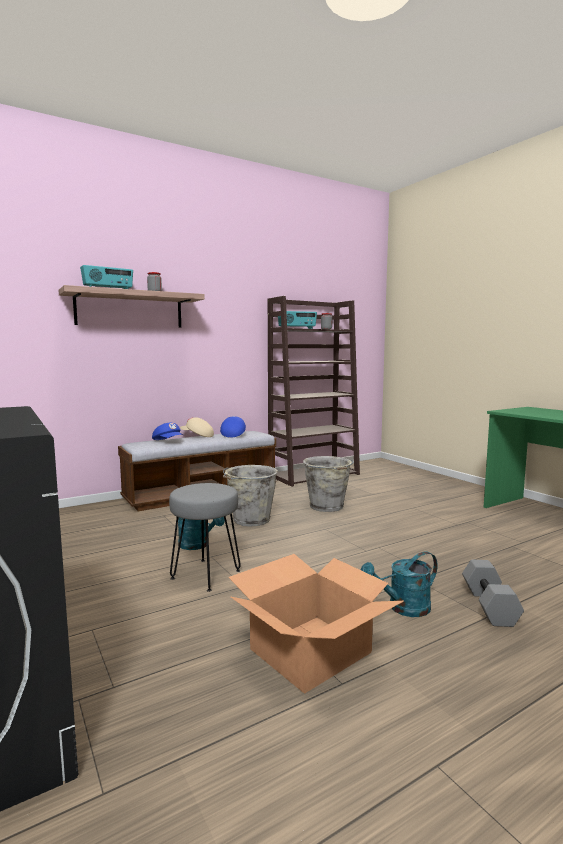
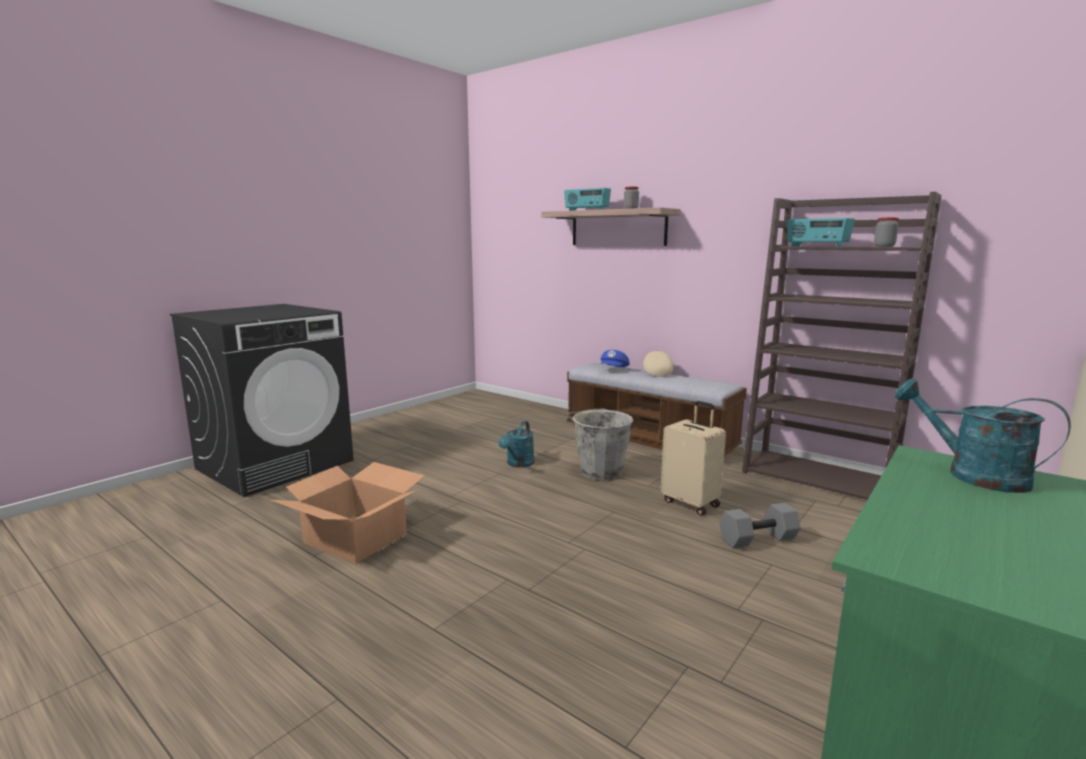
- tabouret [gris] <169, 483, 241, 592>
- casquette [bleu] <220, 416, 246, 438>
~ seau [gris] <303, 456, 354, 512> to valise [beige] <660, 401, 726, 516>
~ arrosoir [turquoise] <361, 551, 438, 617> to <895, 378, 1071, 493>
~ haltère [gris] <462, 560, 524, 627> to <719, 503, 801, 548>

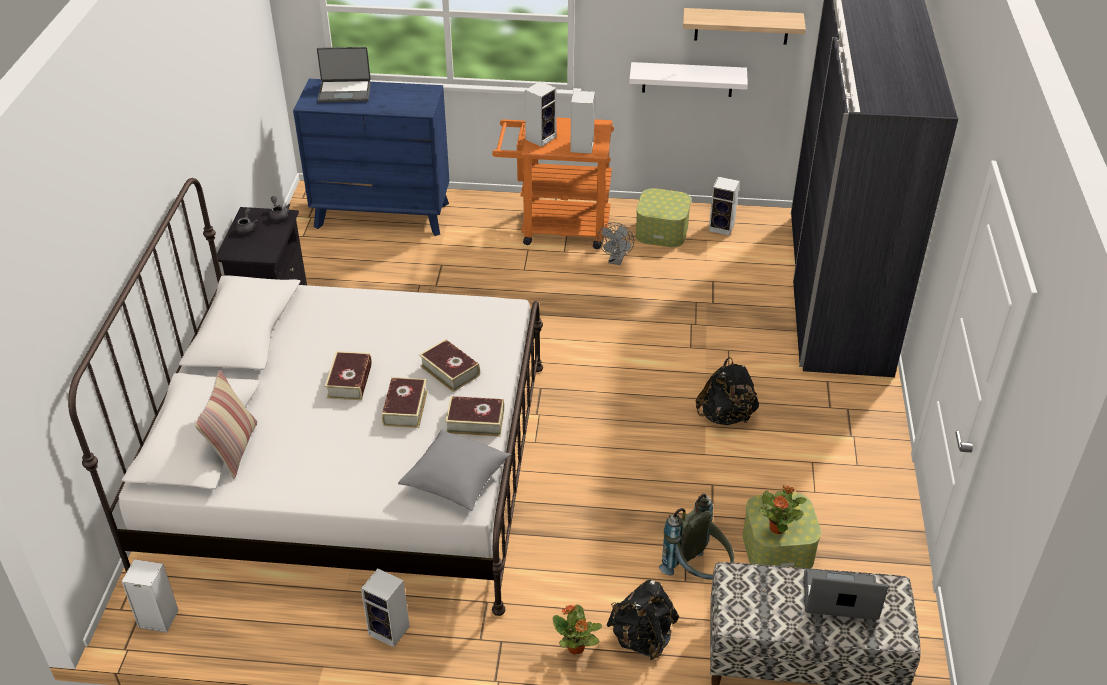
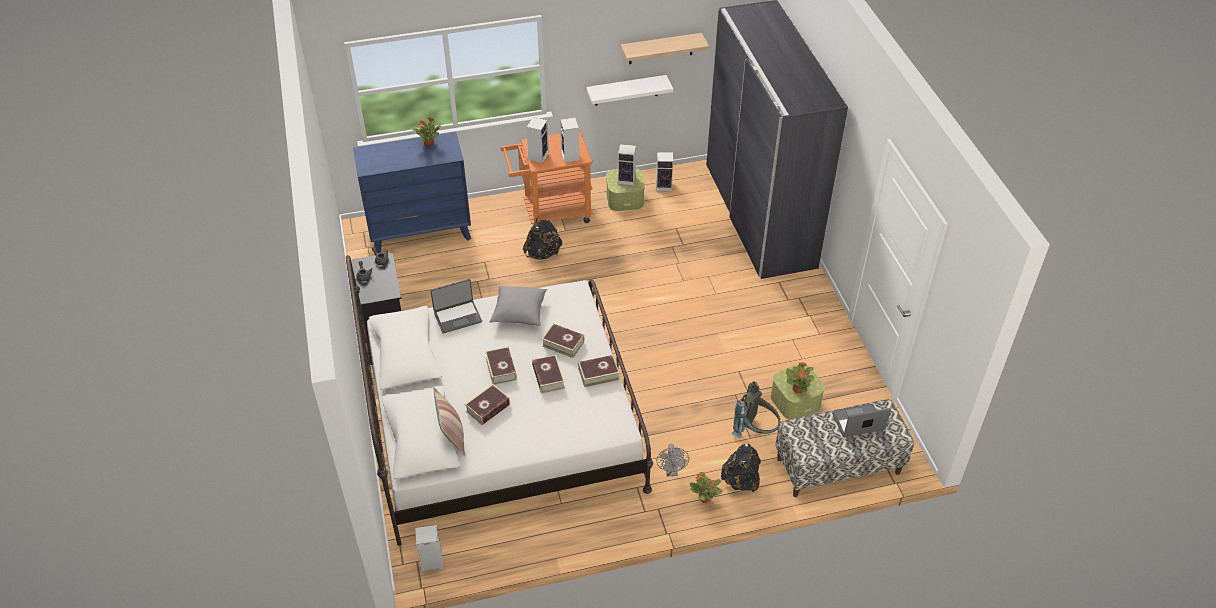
~ ordinateur portable <317, 47, 371, 102> to <430, 279, 482, 334>
~ enceinte <361, 568, 410, 647> to <618, 144, 636, 186>
~ coussin [gris] <398, 430, 511, 511> to <490, 286, 547, 326>
~ ventilateur [gris] <597, 223, 634, 265> to <657, 444, 689, 476>
~ sac à dos [noir] <695, 357, 759, 425> to <523, 217, 562, 260>
+ plante en pot <412, 117, 442, 146>
+ livre <465, 384, 510, 425>

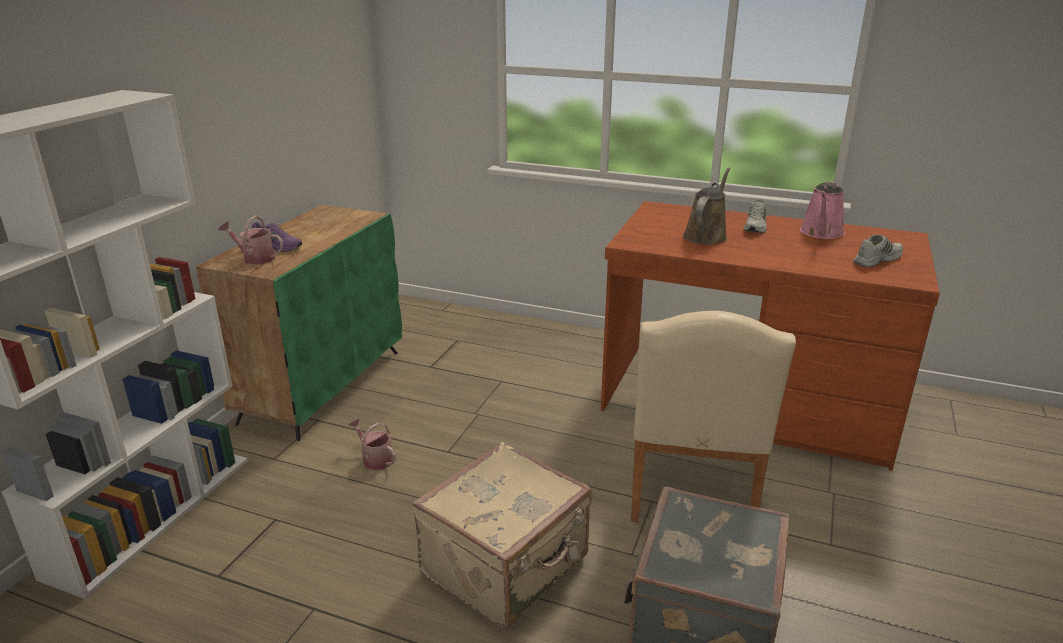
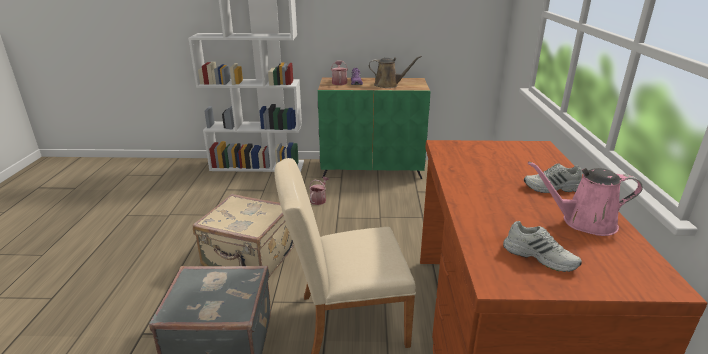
~ arrosoir [marron] <683, 168, 730, 245> to <369, 56, 422, 88>

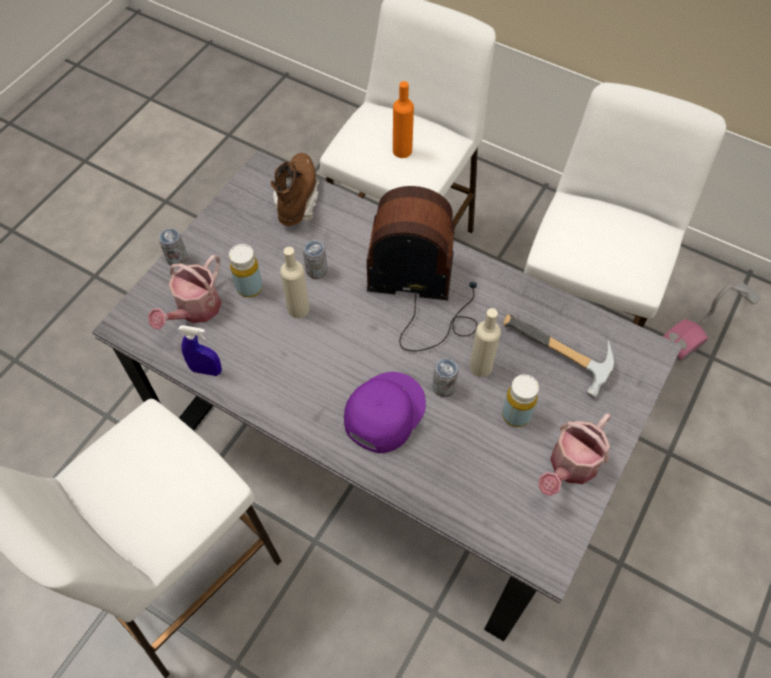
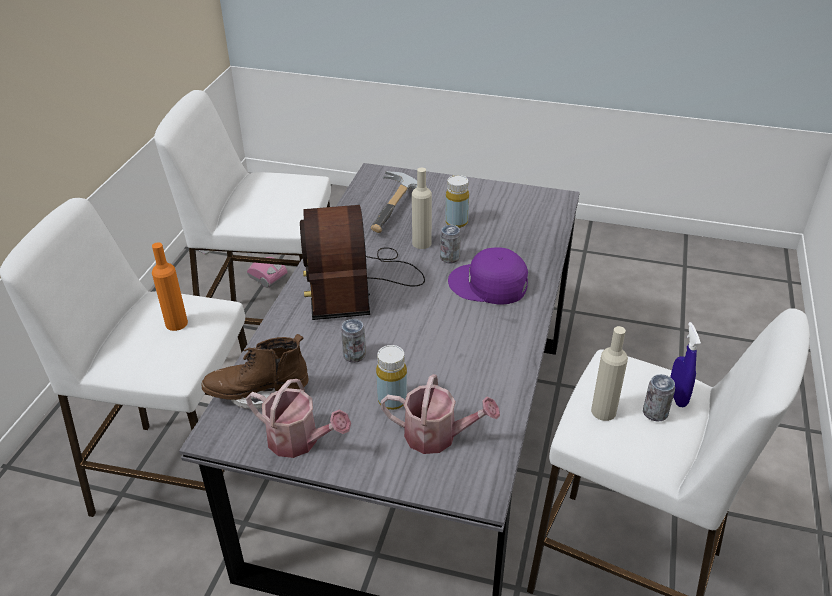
~ boîte métallique <159, 228, 188, 265> to <643, 374, 675, 422>
~ vaporisateur [bleu] <178, 325, 222, 376> to <670, 322, 701, 407>
~ bouteille [beige] <280, 247, 310, 318> to <591, 326, 628, 421>
~ arrosoir <538, 413, 611, 496> to <246, 379, 351, 458>

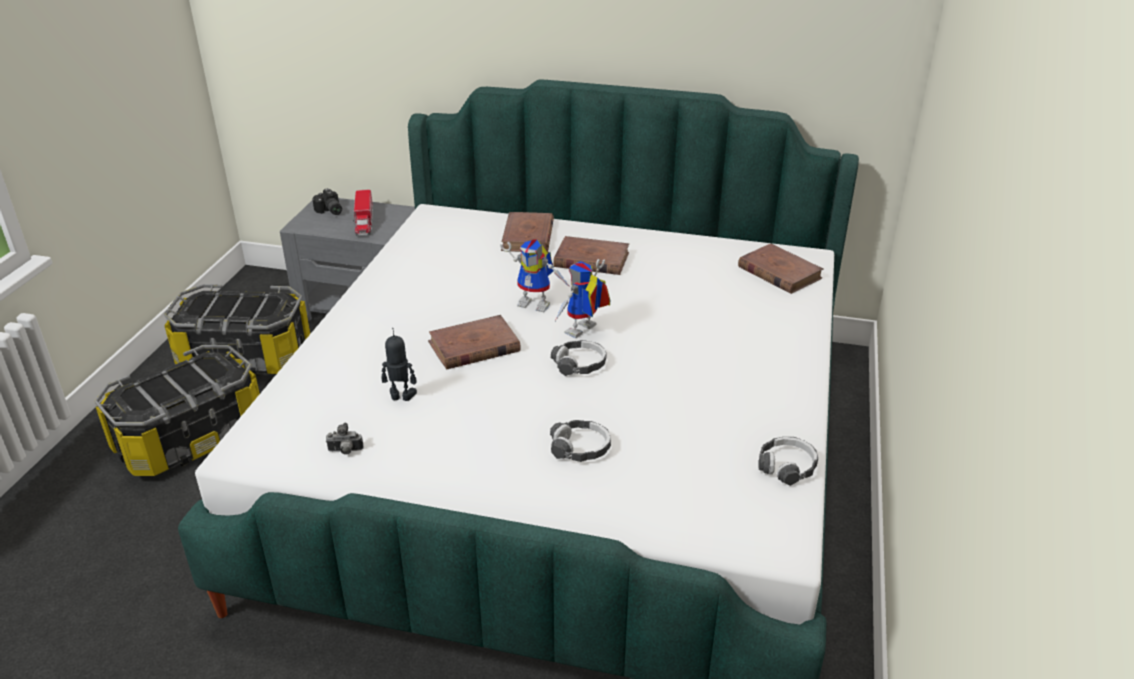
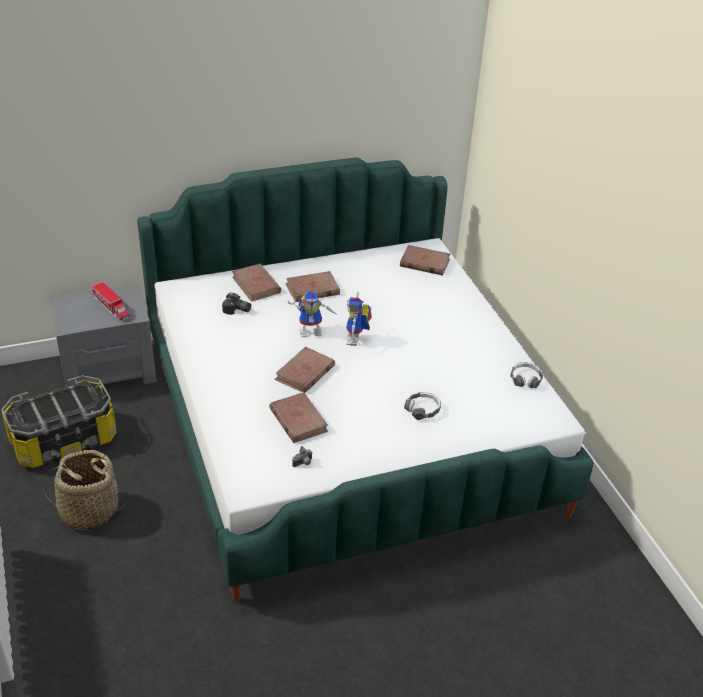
~ boîte de rangement <95, 345, 260, 476> to panier <43, 450, 125, 530>
~ appareil photo <312, 188, 342, 215> to <222, 292, 251, 315>
~ robot jouet <382, 328, 417, 401> to livre [marron] <269, 392, 328, 443>
- casque audio <551, 340, 606, 376>

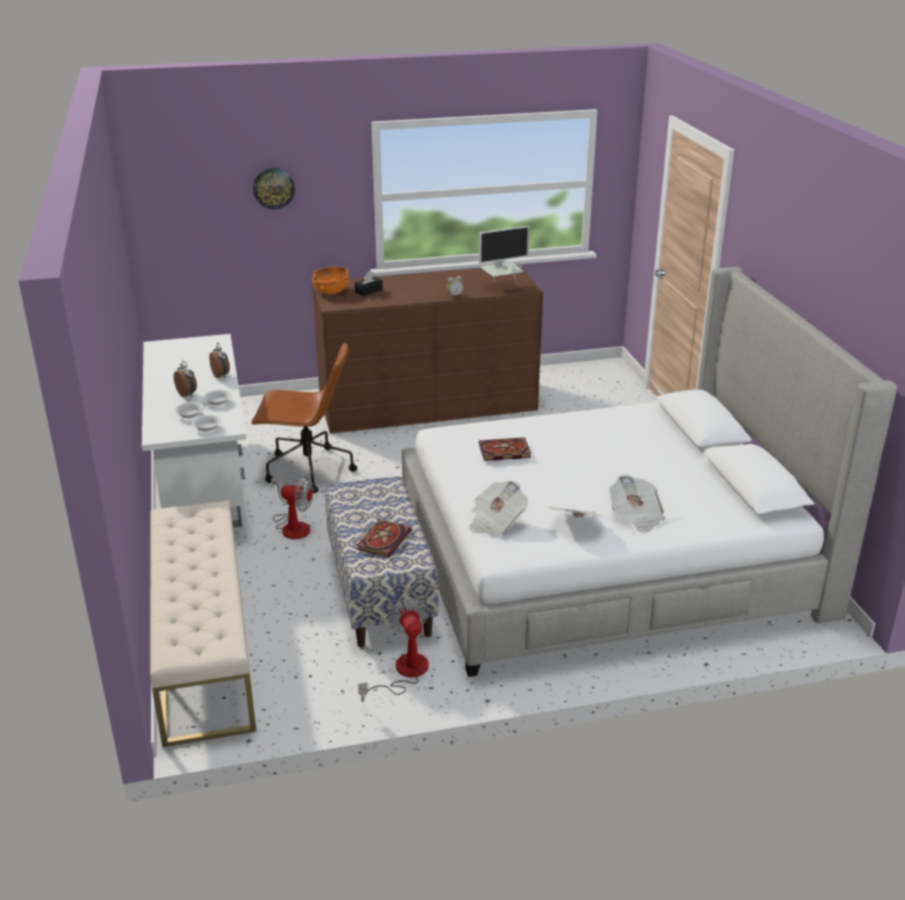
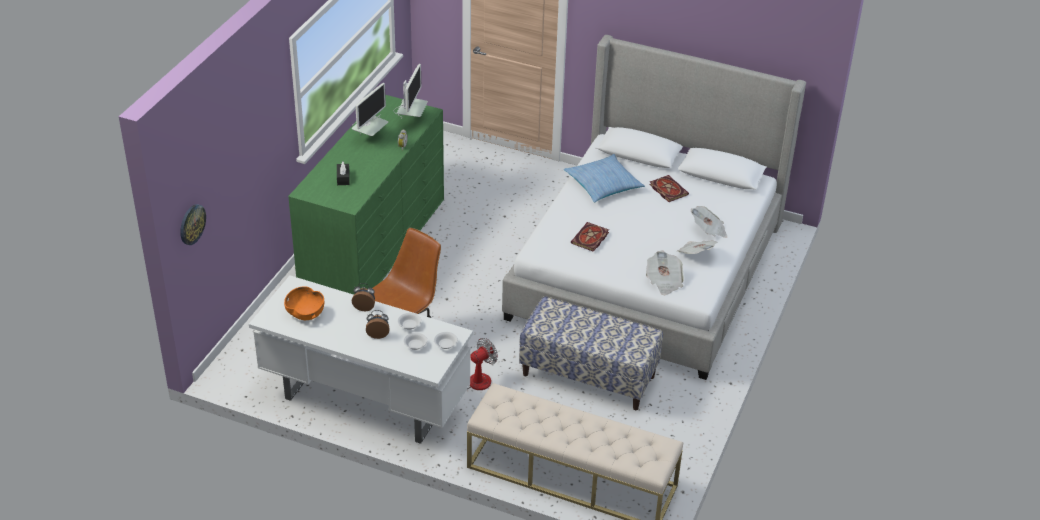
~ horloge murale <253, 167, 295, 210> to <180, 204, 206, 245>
~ commode [marron] <312, 266, 543, 434> to commode [vert] <288, 95, 444, 295>
~ bol [orange] <313, 267, 349, 294> to <284, 286, 324, 320>
~ livre <356, 519, 412, 557> to <649, 175, 689, 202>
- ventilateur <358, 598, 429, 702>
+ écran d'ordinateur <352, 83, 388, 136>
+ coussin <564, 154, 645, 203>

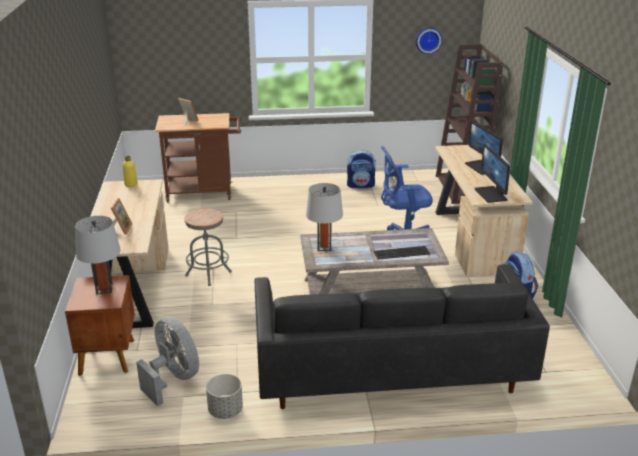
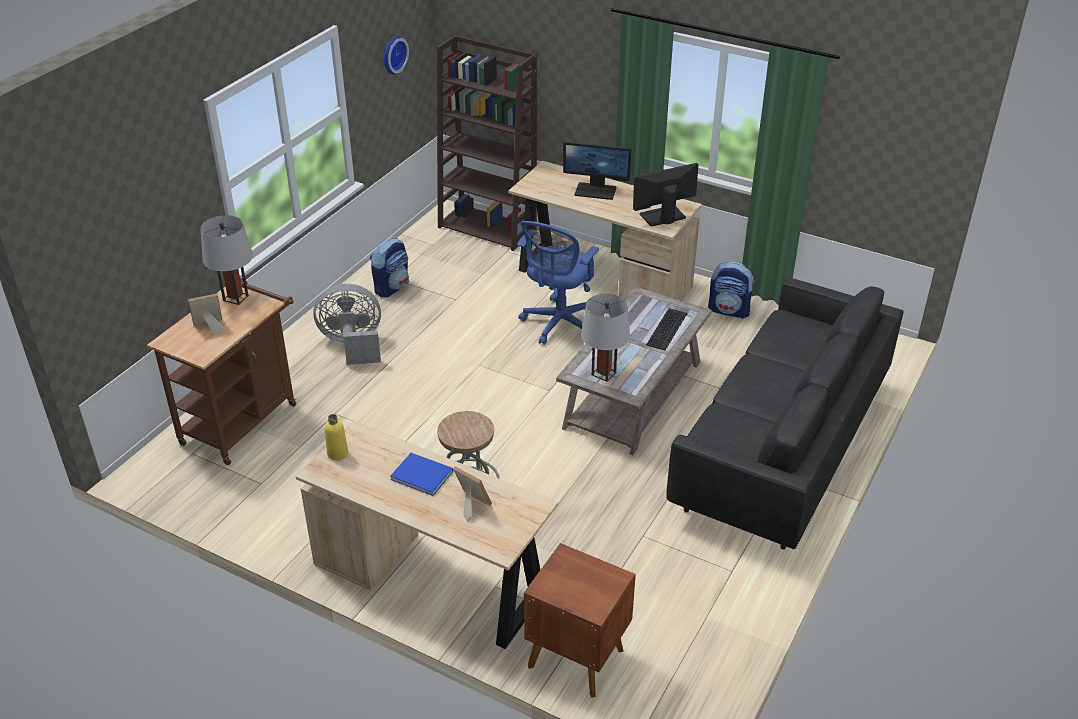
~ lampe de table [gris] <75, 216, 121, 294> to <200, 215, 253, 305>
~ ventilateur [gris] <136, 316, 199, 406> to <313, 284, 381, 365>
- cache-pot [gris] <206, 374, 243, 419>
~ écran d'ordinateur <475, 144, 510, 203> = <633, 163, 698, 226> 135 degrees clockwise
+ livre [bleu] <390, 453, 453, 496>

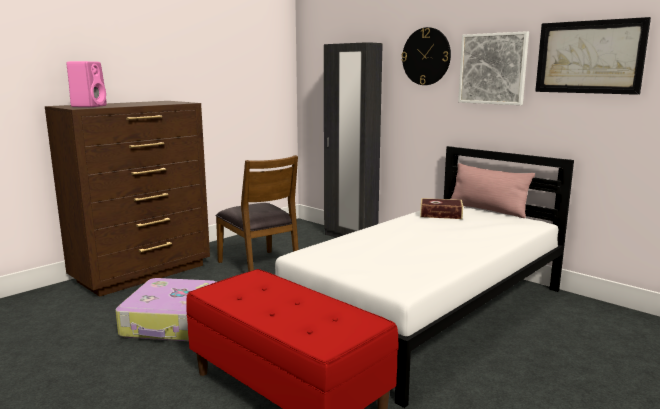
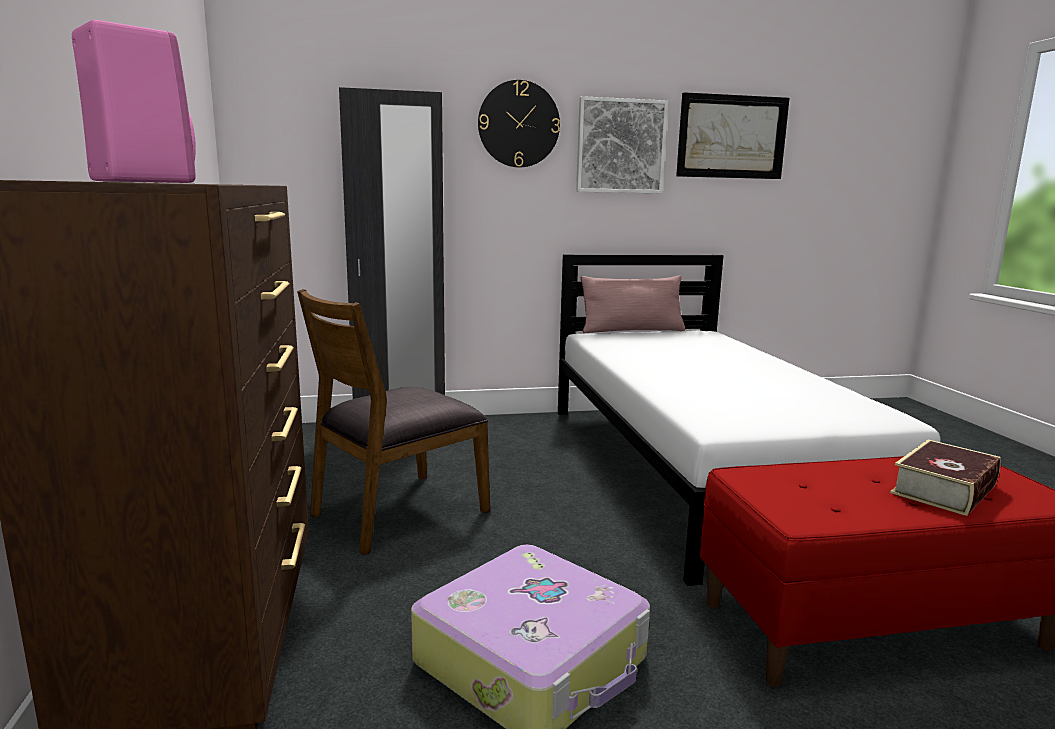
~ chaise [marron] <216, 155, 299, 272> = <297, 289, 490, 556> 135 degrees clockwise
~ livre <420, 198, 463, 219> to <890, 440, 1001, 516>

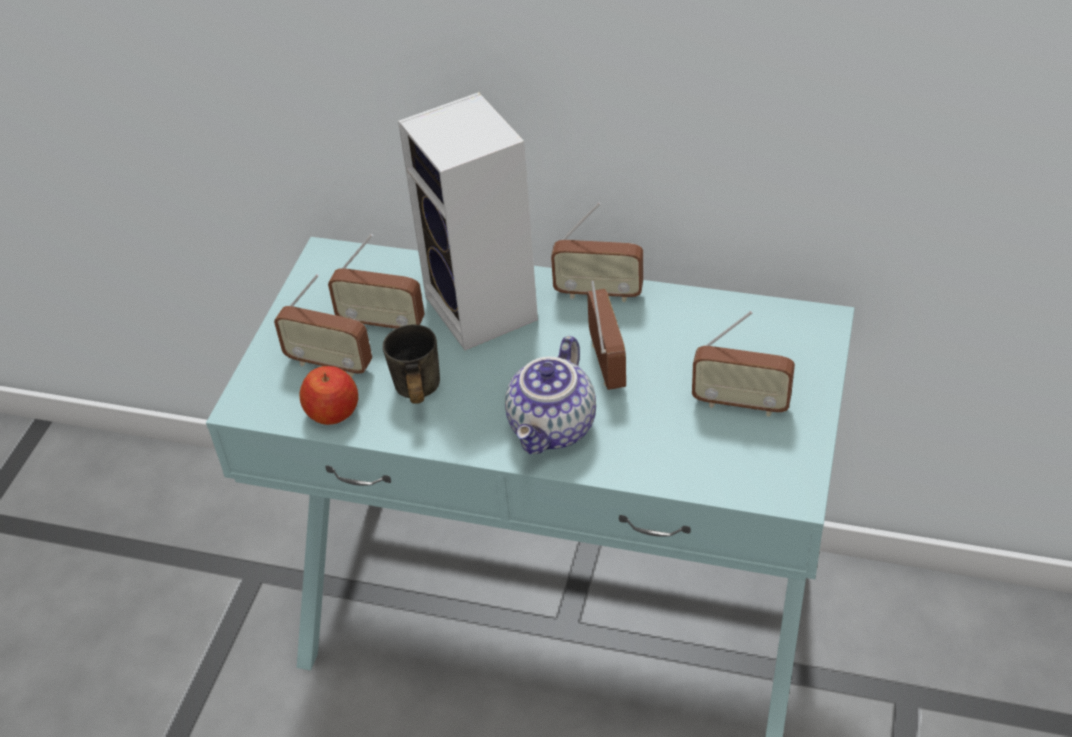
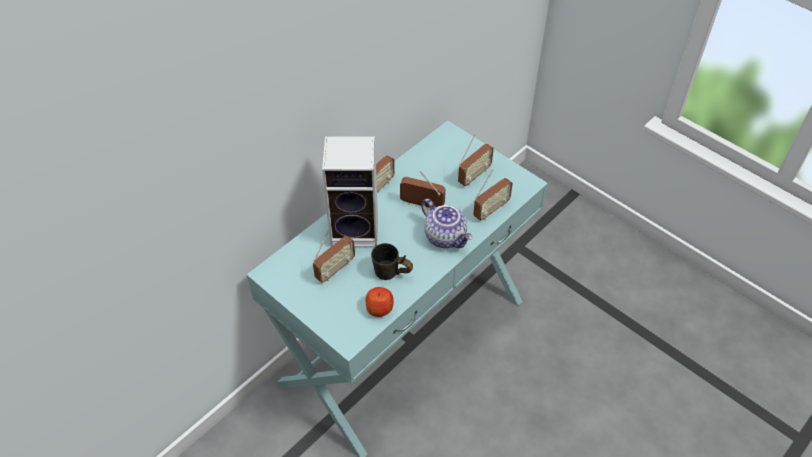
~ radio <274, 274, 372, 377> to <473, 169, 513, 220>

